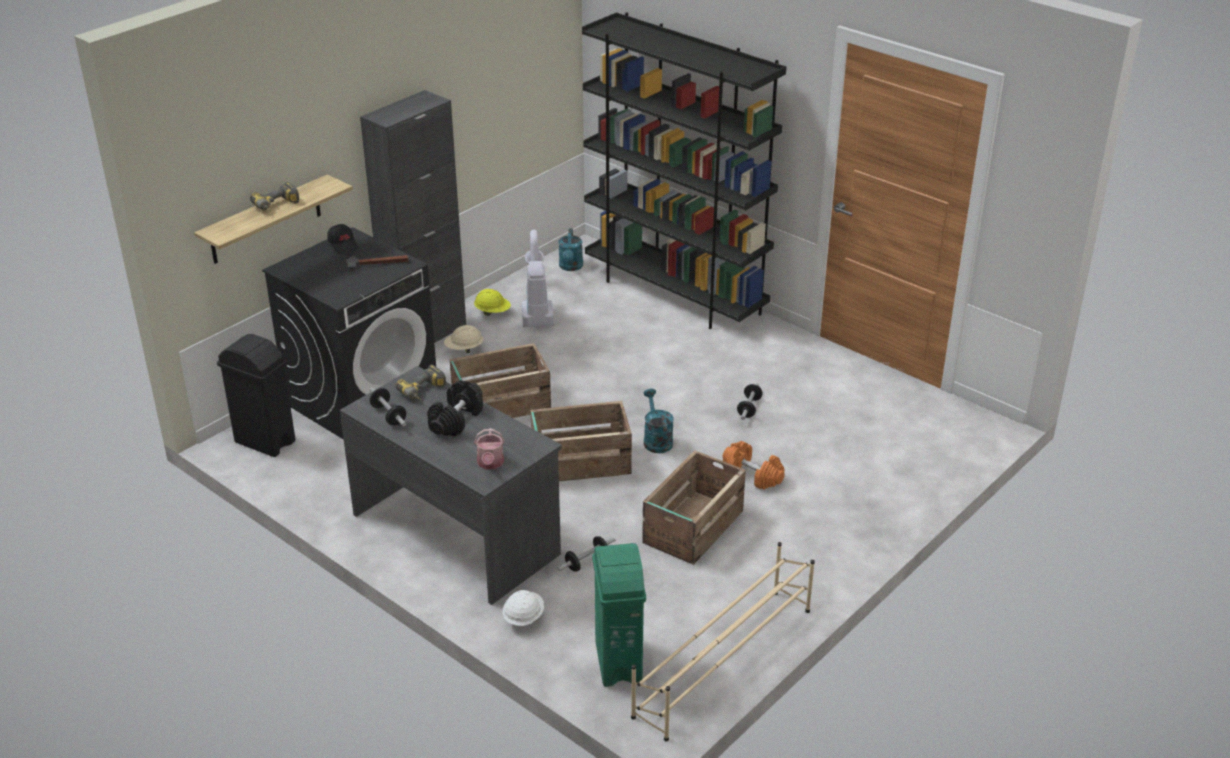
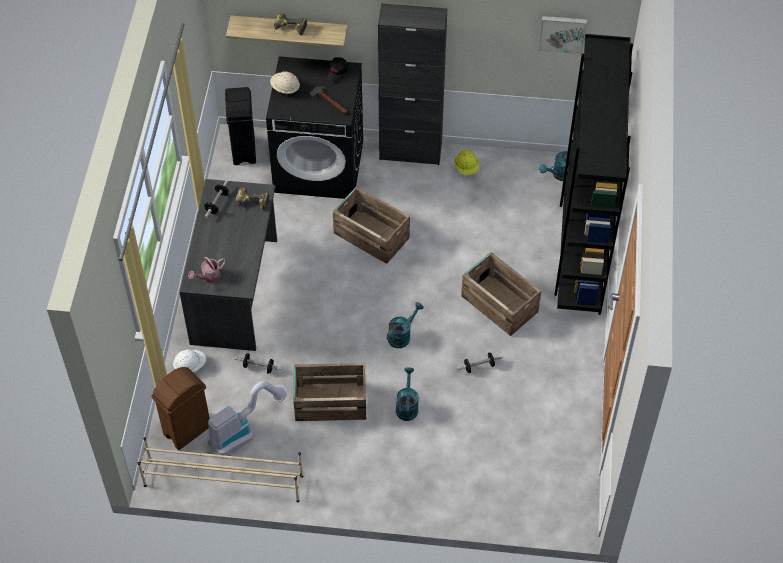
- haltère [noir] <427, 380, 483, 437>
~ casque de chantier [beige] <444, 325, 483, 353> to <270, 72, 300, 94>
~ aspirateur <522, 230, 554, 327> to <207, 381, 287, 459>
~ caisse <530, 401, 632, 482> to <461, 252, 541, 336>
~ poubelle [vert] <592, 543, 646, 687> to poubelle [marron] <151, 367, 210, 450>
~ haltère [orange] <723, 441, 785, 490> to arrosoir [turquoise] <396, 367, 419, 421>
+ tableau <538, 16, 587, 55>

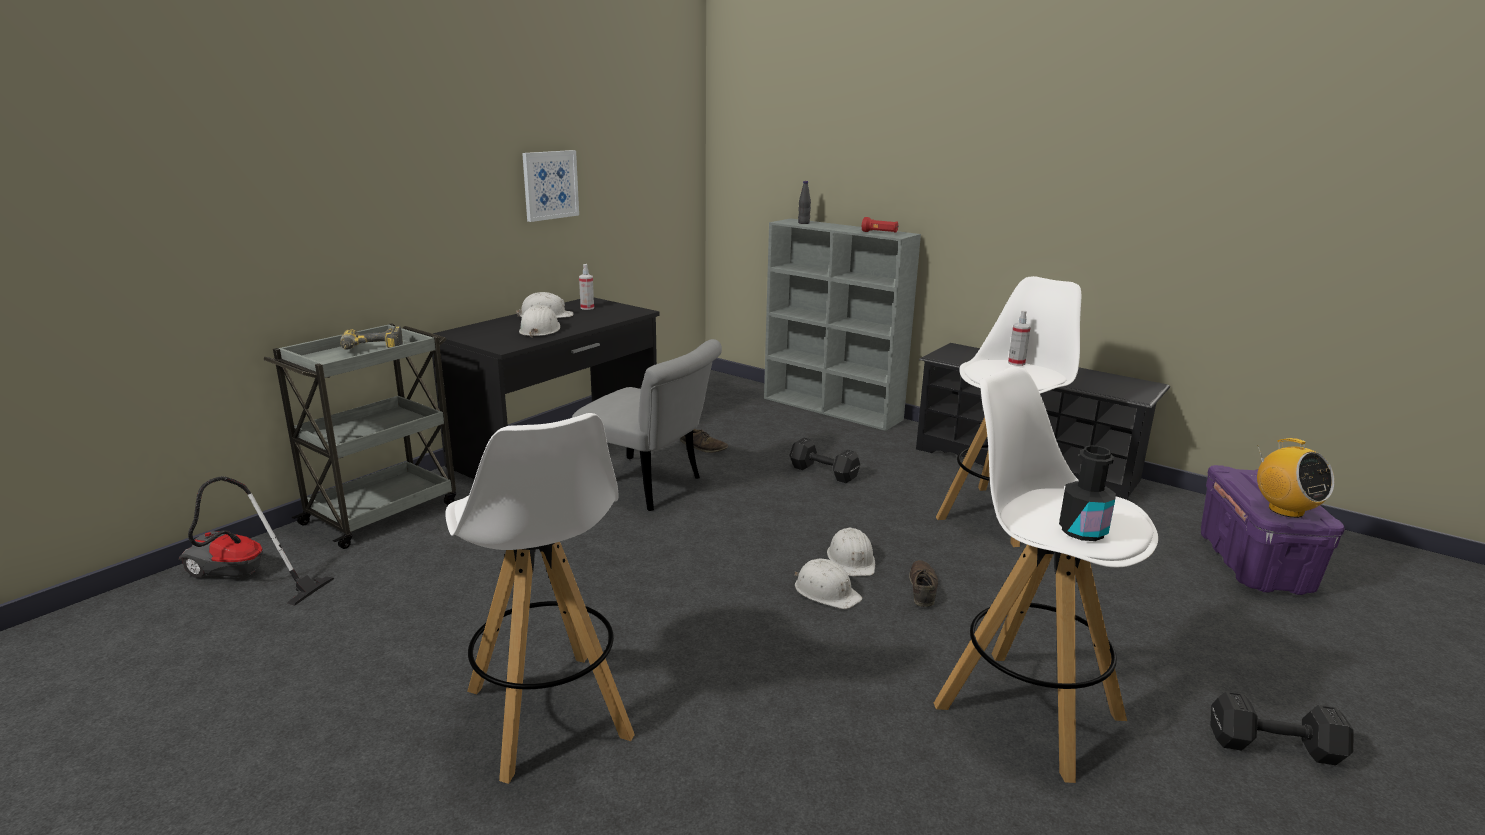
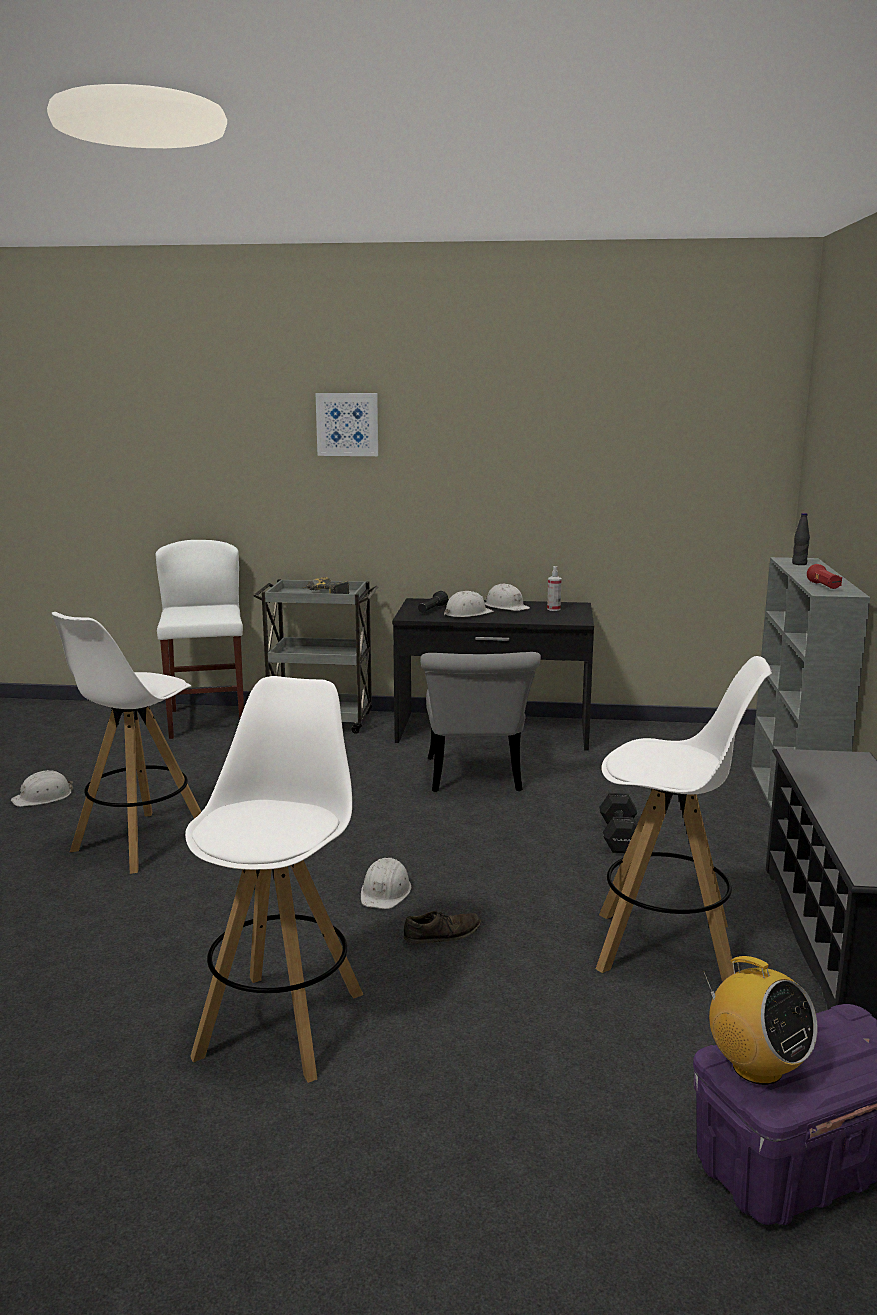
~ aspirateur <179, 476, 334, 606> to tabouret [blanc] <156, 540, 244, 739>
~ tableau <522, 150, 579, 222> to <316, 393, 378, 456>
- chaussure [marron] <680, 429, 728, 453>
~ casque de chantier [blanc] <827, 528, 875, 576> to <11, 770, 73, 807>
- vaporisateur <1008, 311, 1031, 366>
- bouteille [noir] <1059, 445, 1116, 541>
- haltère [noir] <1210, 691, 1354, 765>
~ radio <1257, 438, 1335, 518> = <703, 956, 818, 1085> 75 degrees counterclockwise
+ lampe de poche [noir] <418, 591, 448, 612>

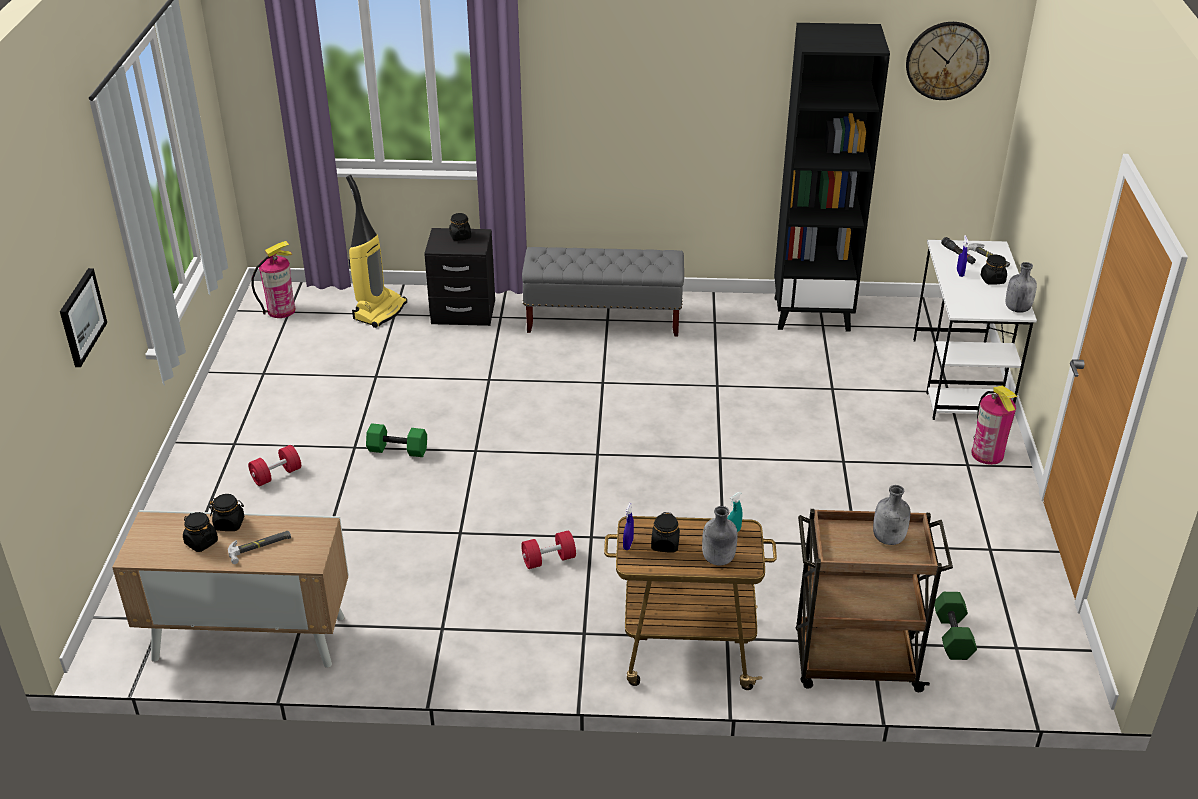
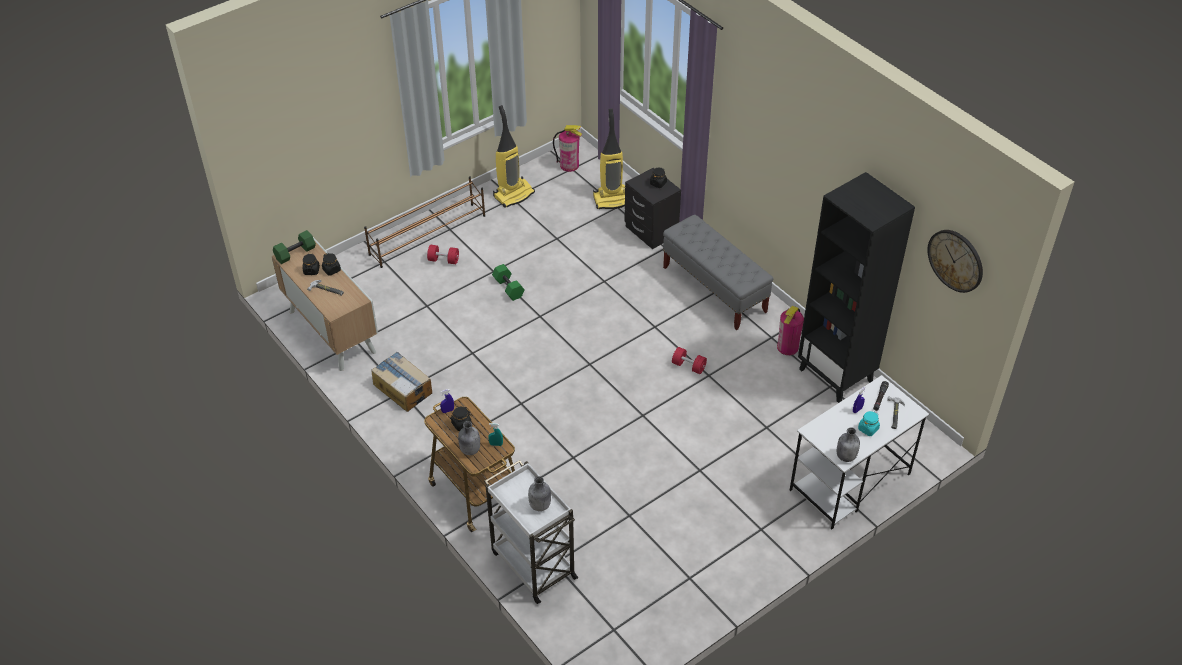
- tableau <60, 268, 107, 367>
~ haltère [rouge] <521, 530, 576, 569> to <672, 347, 707, 374>
~ chariot [marron] <796, 509, 953, 692> to chariot [blanc] <484, 460, 579, 604>
~ haltère [vert] <934, 592, 977, 660> to <273, 230, 316, 264>
~ extincteur <971, 386, 1017, 465> to <777, 305, 804, 355>
~ bocal [noir] <981, 255, 1007, 285> to bocal [turquoise] <858, 411, 880, 436>
+ étagère à chaussures [marron] <364, 176, 485, 268>
+ carton <371, 352, 432, 412>
+ aspirateur <493, 105, 535, 208>

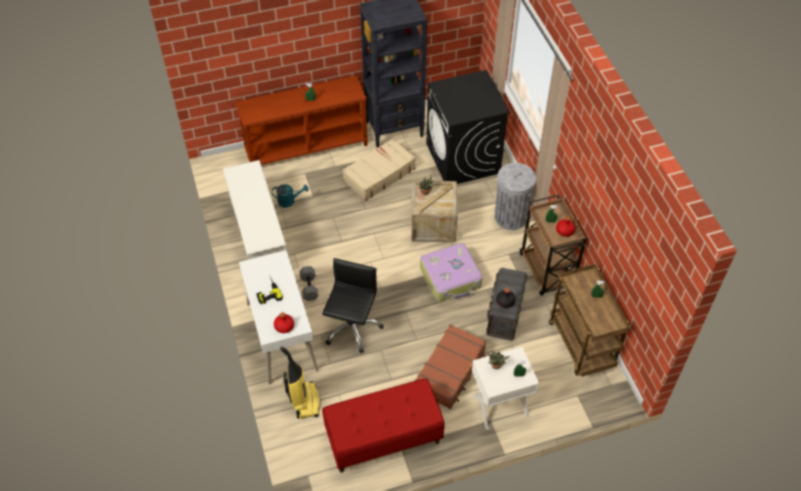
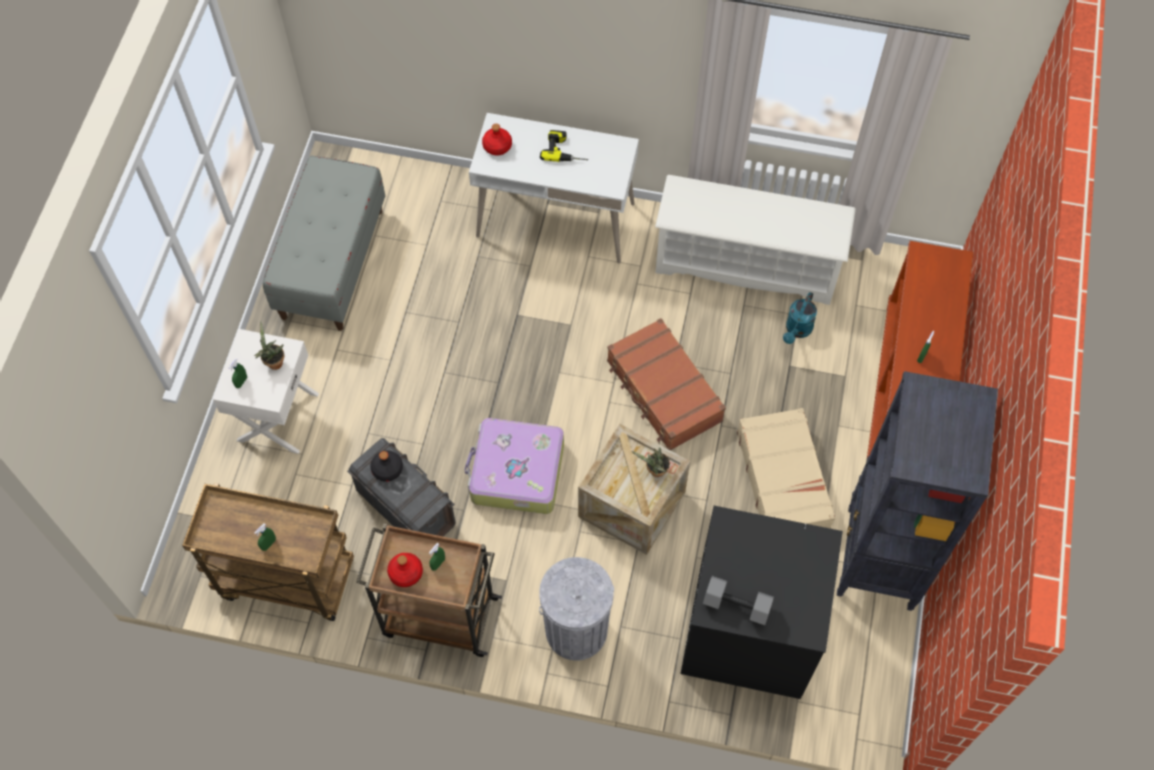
- aspirateur <280, 347, 320, 419>
~ haltère [gris] <299, 266, 319, 301> to <703, 576, 774, 625>
- chaise de bureau [noir] <322, 258, 383, 353>
~ banc [rouge] <322, 378, 445, 472> to banc [gris] <263, 156, 385, 331>
~ valise [marron] <415, 324, 486, 409> to <607, 318, 726, 450>

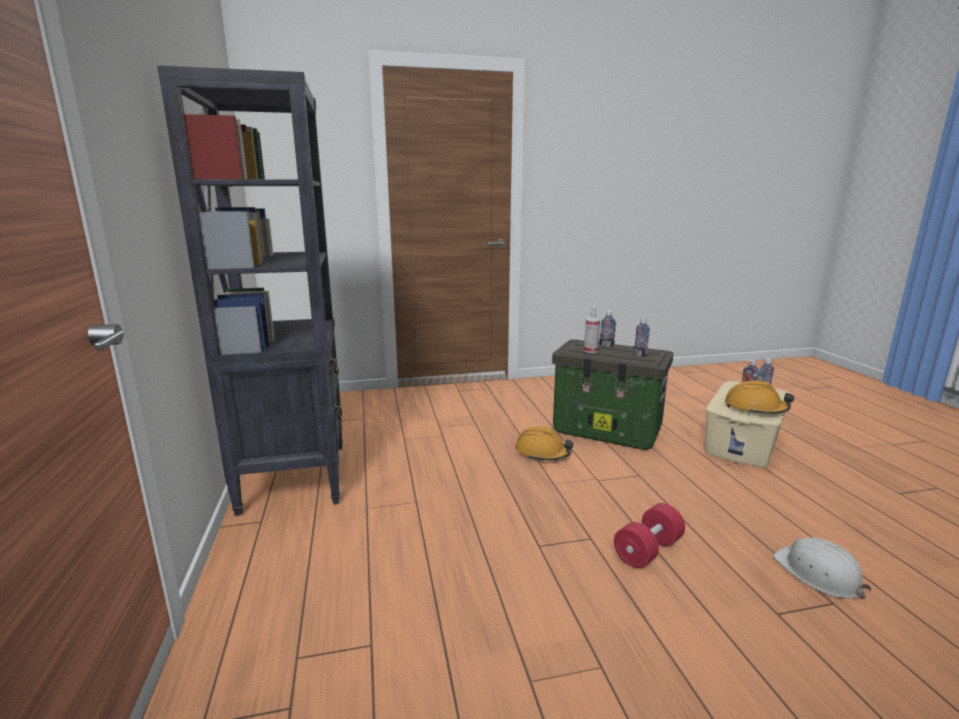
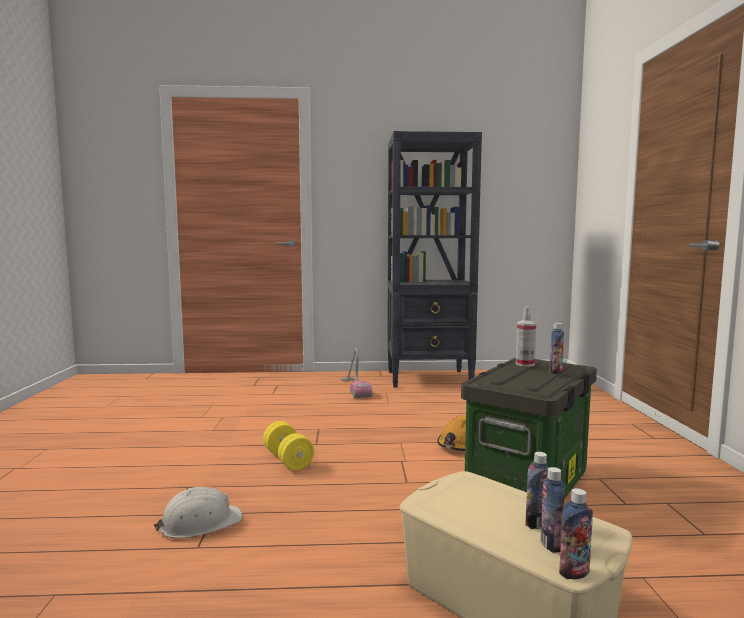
~ haltère [rouge] <614, 503, 685, 568> to haltère [jaune] <263, 421, 314, 471>
~ bouteille <634, 318, 650, 357> to <559, 488, 593, 579>
- casque de chantier [orange] <725, 381, 794, 415>
+ aspirateur <340, 347, 372, 398>

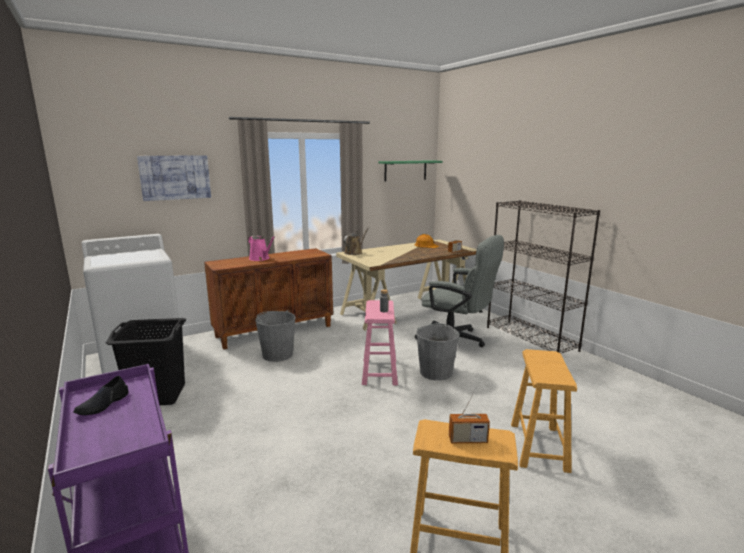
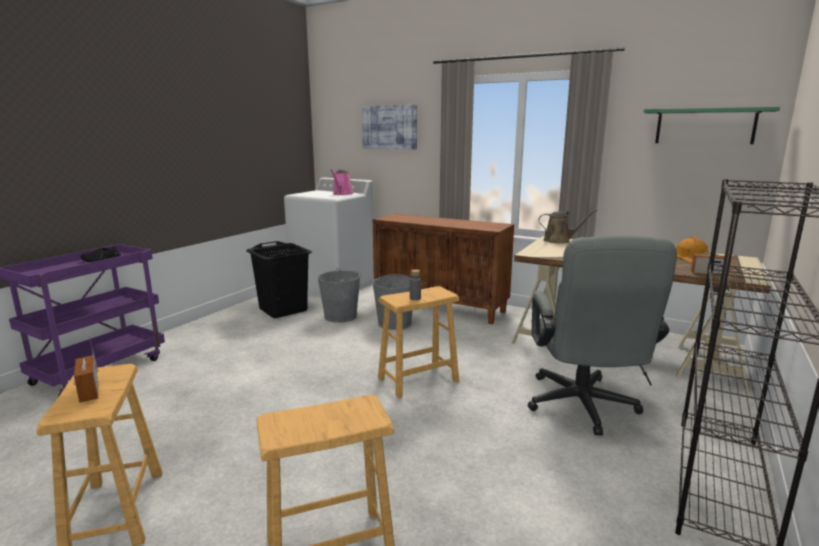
~ arrosoir [rose] <248, 235, 275, 261> to <330, 169, 354, 195>
~ tabouret [rose] <362, 300, 398, 385> to tabouret [marron] <378, 286, 459, 398>
~ seau [gris] <416, 323, 460, 380> to <318, 268, 362, 323>

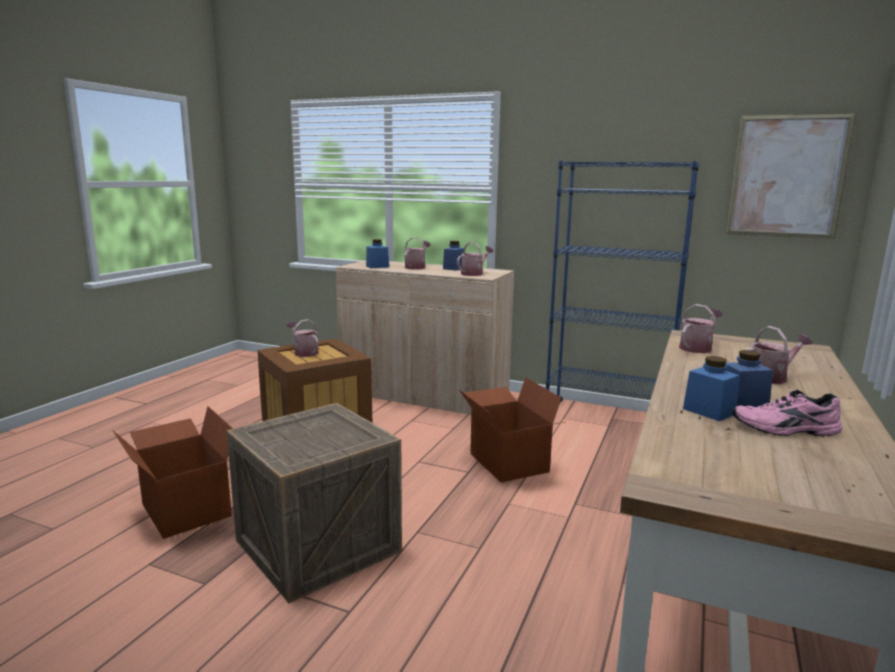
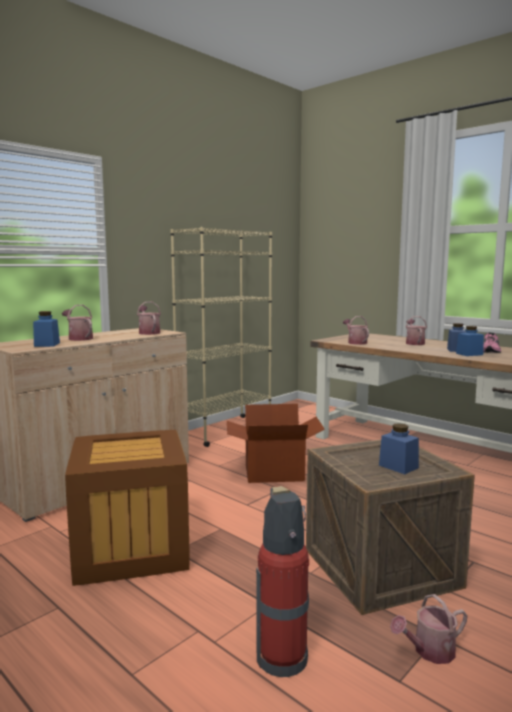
~ carton <113, 406, 233, 539> to extincteur <256, 486, 309, 677>
~ arrosoir <287, 319, 319, 357> to <390, 594, 467, 664>
~ bocal [bleu] <443, 241, 464, 271> to <379, 423, 419, 474>
~ bibliothèque [bleu] <546, 161, 699, 403> to bibliothèque [beige] <170, 227, 272, 447>
- tableau <725, 113, 857, 239>

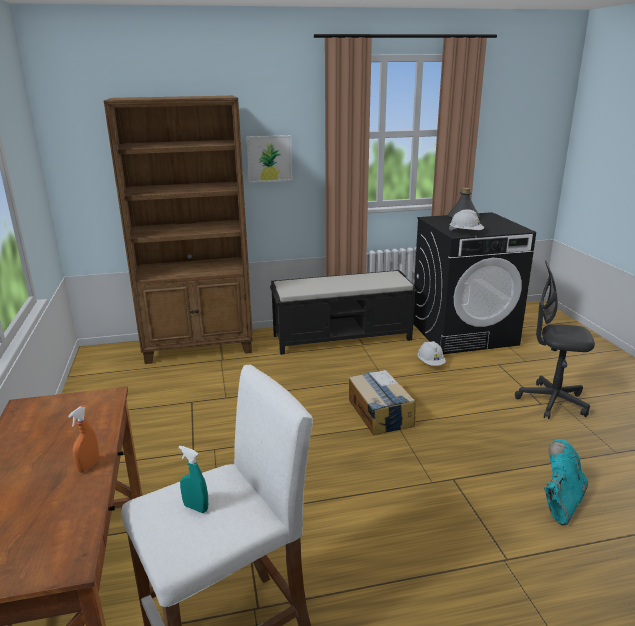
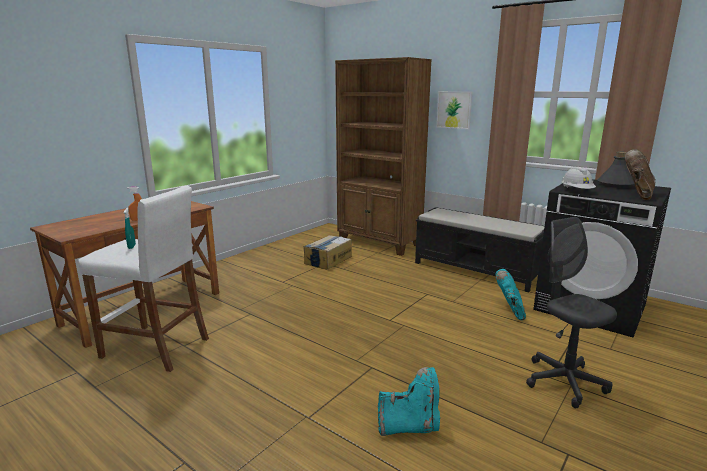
~ carton <349, 370, 416, 435> to <303, 235, 352, 270>
~ casque de chantier [blanc] <417, 341, 446, 366> to botte [turquoise] <496, 269, 526, 320>
+ botte [marron] <625, 149, 655, 200>

